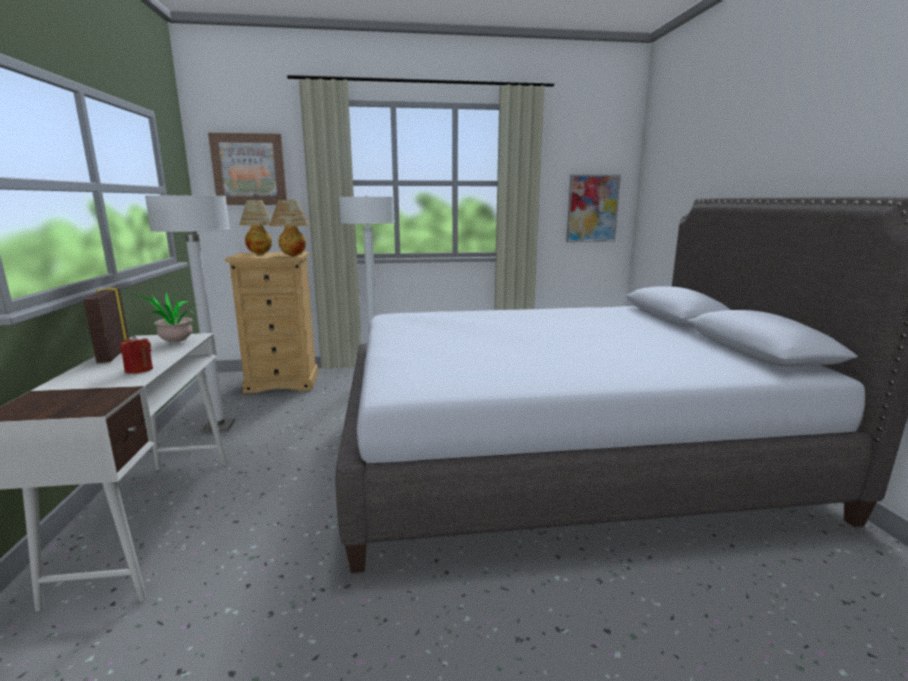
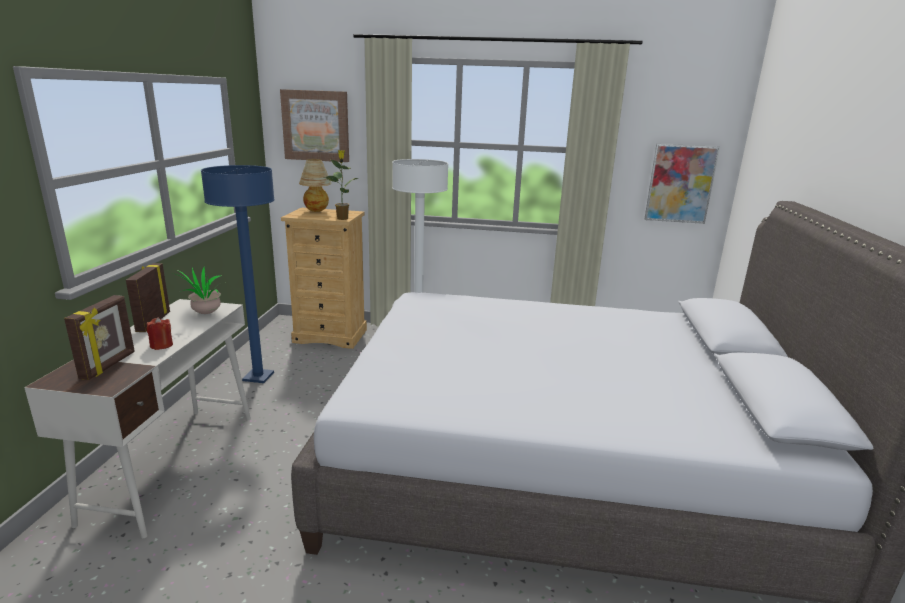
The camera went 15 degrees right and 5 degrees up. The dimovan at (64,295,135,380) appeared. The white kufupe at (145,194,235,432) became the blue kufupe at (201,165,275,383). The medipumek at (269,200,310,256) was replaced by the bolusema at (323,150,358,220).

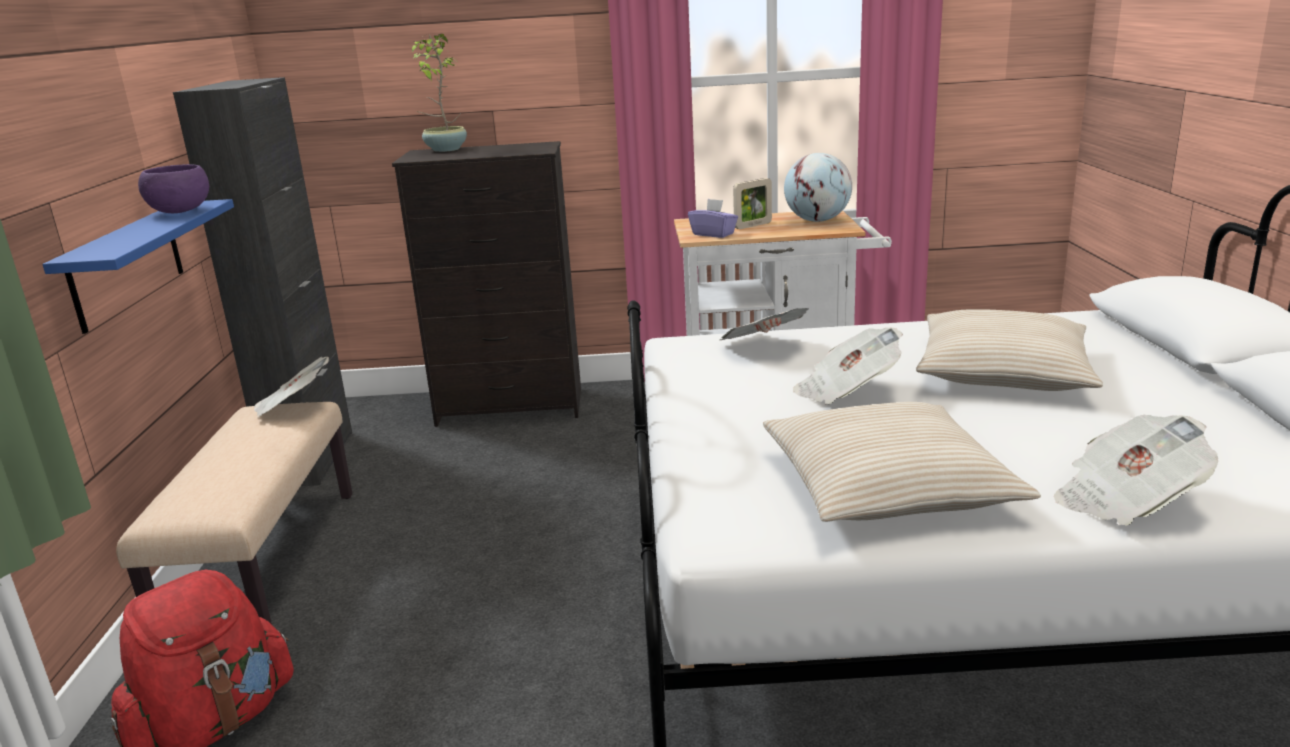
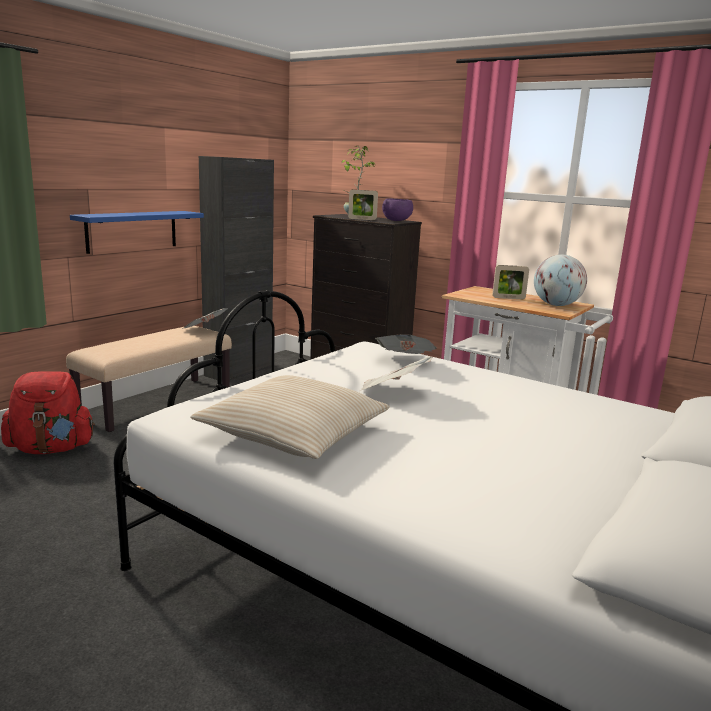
The camera went 35 degrees right and 5 degrees down. The dimovan at (348,190,378,220) appeared. The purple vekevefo moved from (138,164,209,213) to (382,198,413,221). The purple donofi at (688,199,738,238) disappeared. The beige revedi at (916,309,1103,391) disappeared. The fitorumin at (1054,414,1218,526) disappeared.

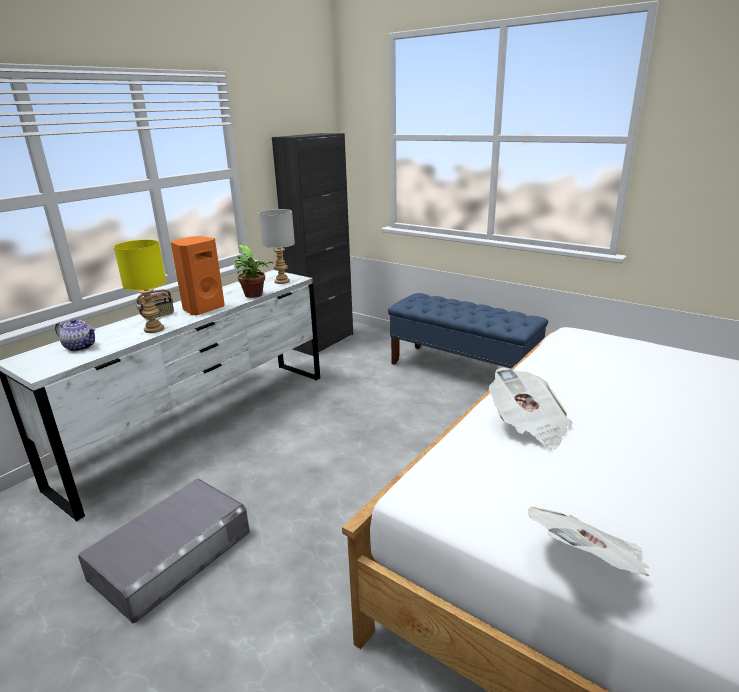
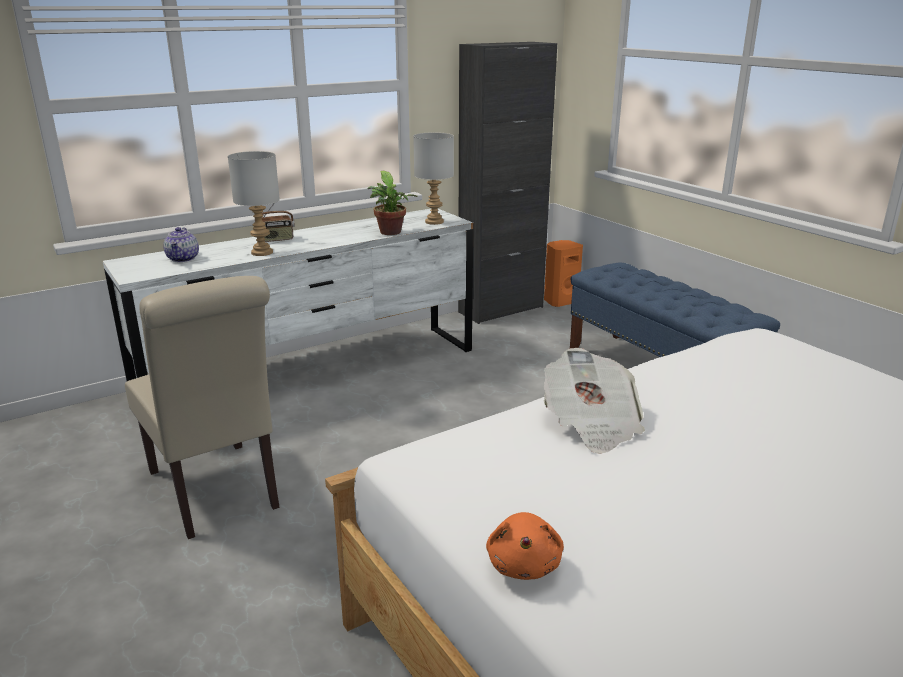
The camera went 20 degrees right and 0 degrees up. The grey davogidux at (78,478,250,623) was replaced by the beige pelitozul at (125,276,280,539). The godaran at (55,319,96,351) turned 45 degrees clockwise. The yellow medipumek at (114,239,166,333) became the grey medipumek at (228,151,280,256). The fitorumin at (528,507,650,577) was replaced by the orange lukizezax at (486,512,564,580). The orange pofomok moved from (171,236,225,315) to (544,240,583,307).

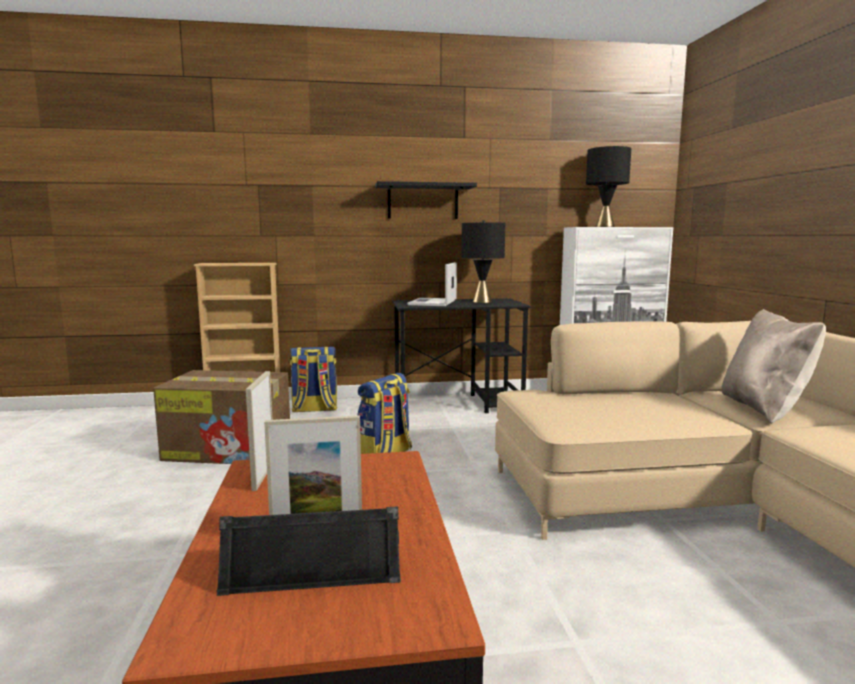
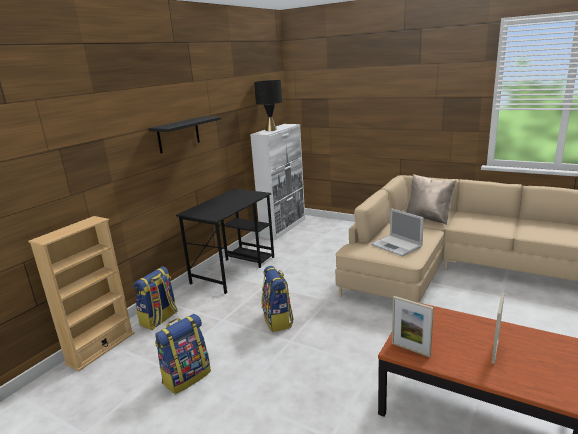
The camera went 50 degrees left and 10 degrees up. The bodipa at (153,370,290,464) was replaced by the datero at (155,314,211,394). The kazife moved from (407,262,457,306) to (371,208,424,257). The black pofomok at (217,506,401,596) disappeared. The black medipumek at (461,220,505,303) disappeared.

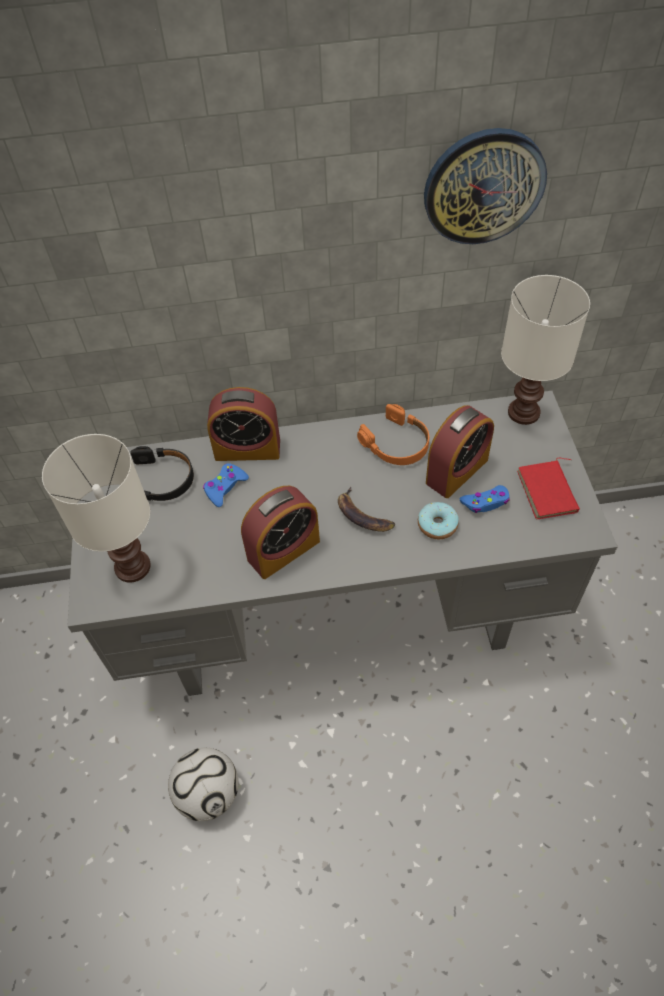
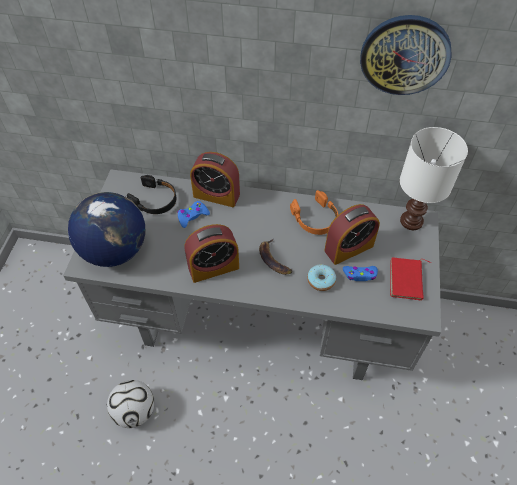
The camera went 15 degrees right and 0 degrees up. The white medipumek at (42,434,151,583) was replaced by the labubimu at (68,192,146,267).

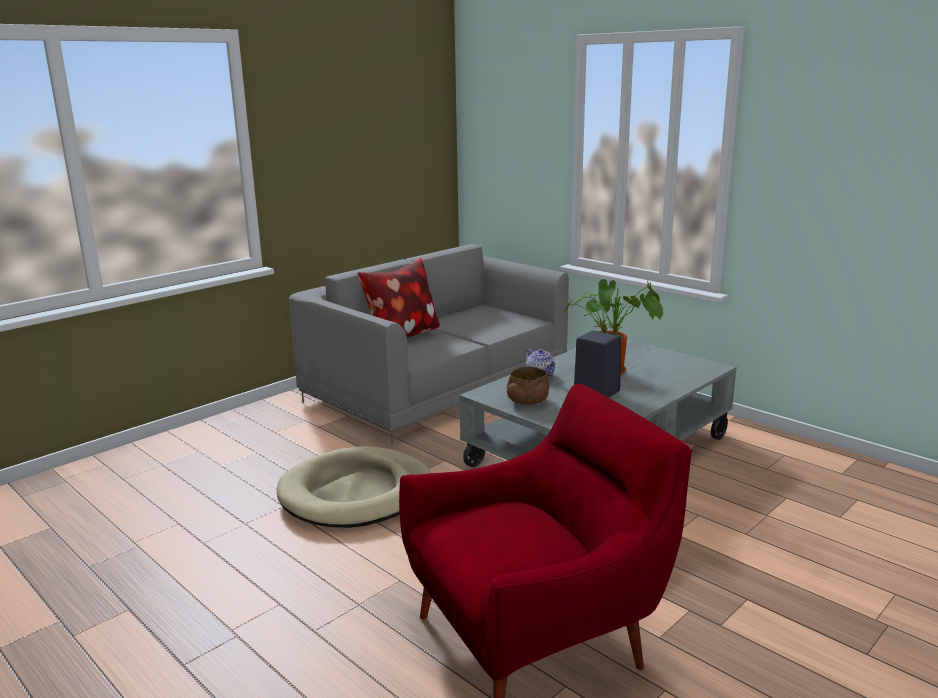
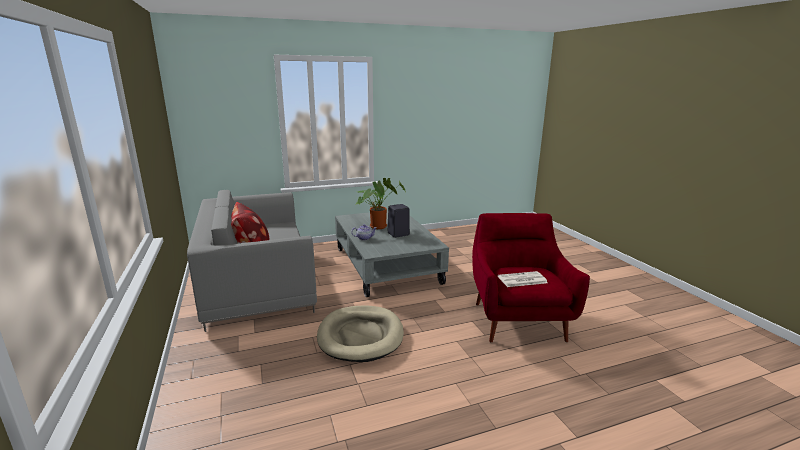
The camera went 65 degrees left and 0 degrees up. The fitorumin at (498,271,547,287) appeared. The brown vekevefo at (507,366,549,405) disappeared.

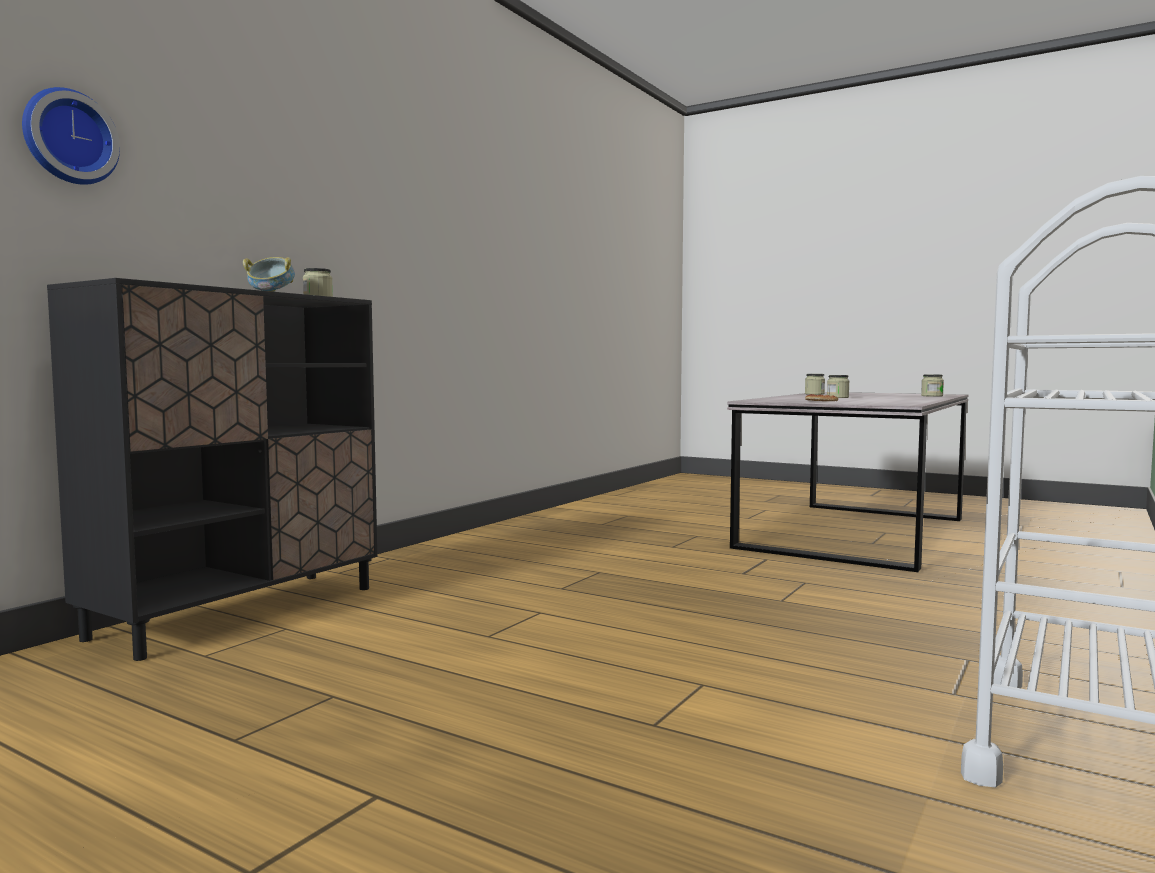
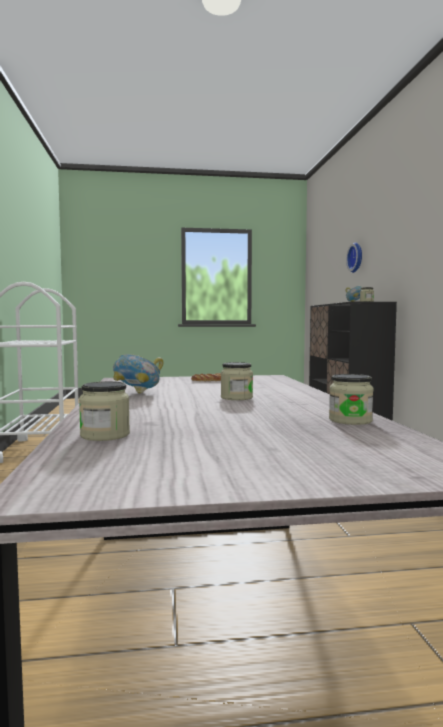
The camera went 140 degrees right and 0 degrees up. The vekevefo at (113,354,164,394) appeared.

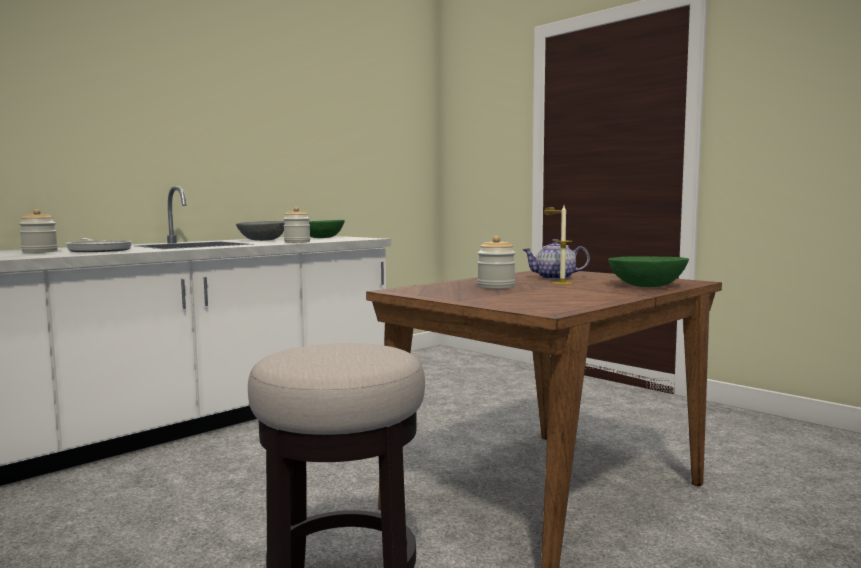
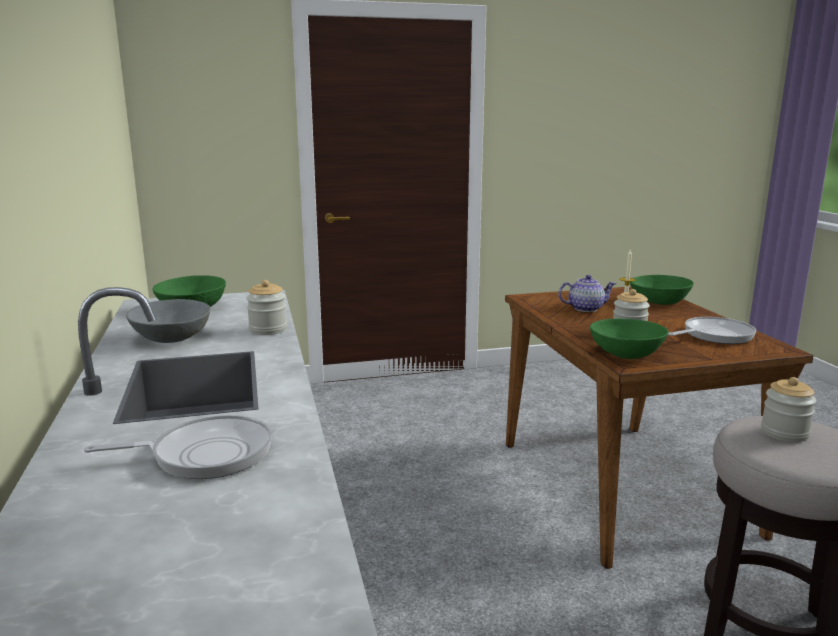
The camera went 60 degrees left and 10 degrees up. The godaran at (522,239,590,280) turned 135 degrees counterclockwise. The green vekevefo at (590,319,669,359) appeared. The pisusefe at (668,317,756,344) appeared. The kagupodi moved from (19,209,58,253) to (761,377,816,442).

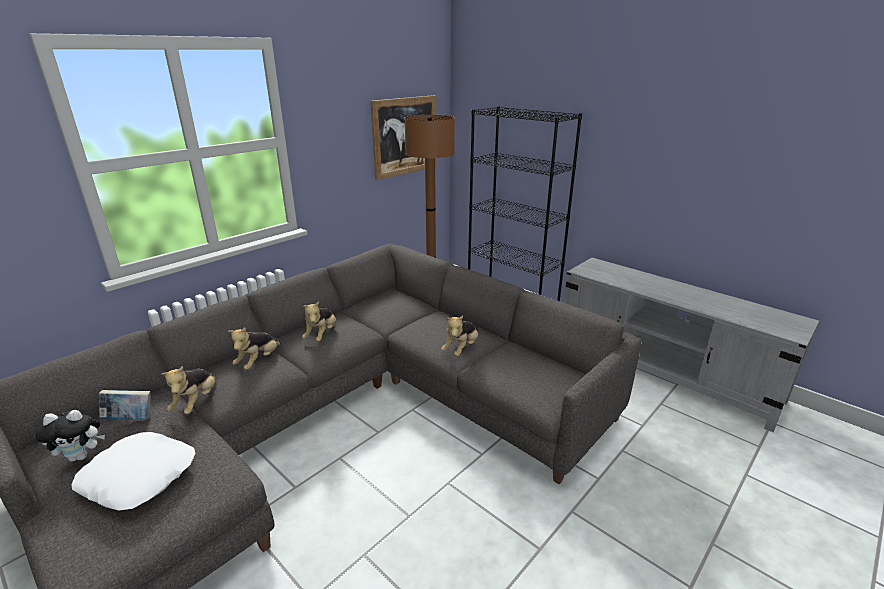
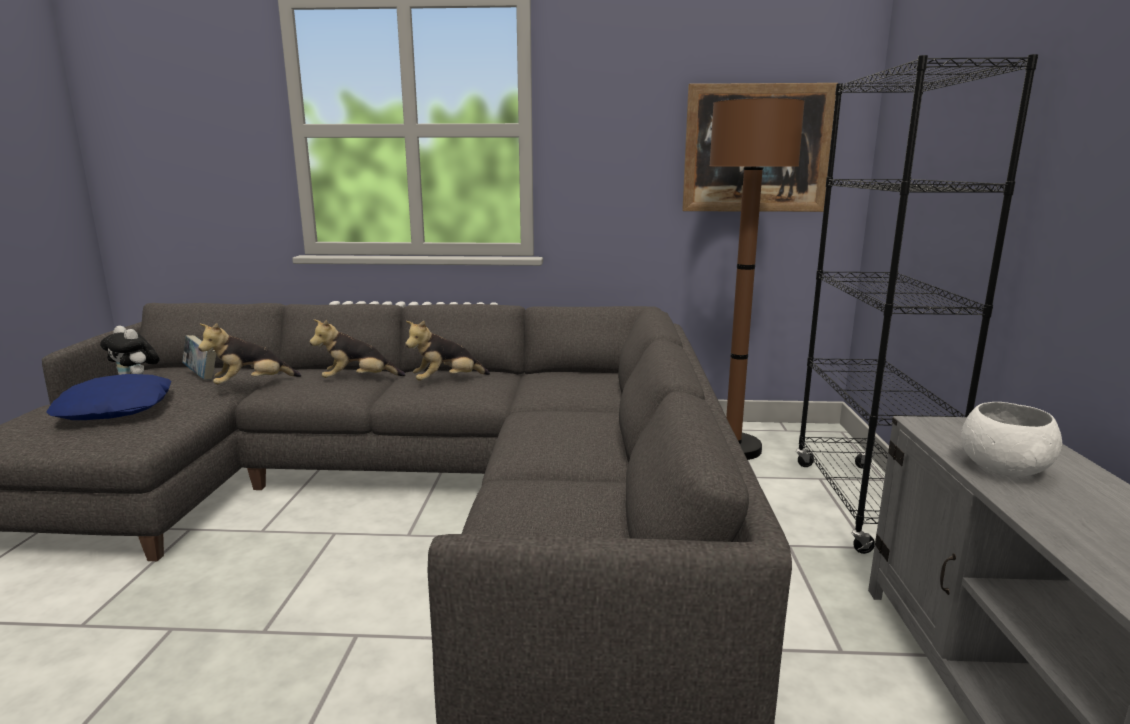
The camera went 50 degrees right and 10 degrees down. The white revedi at (71,432,196,511) became the blue revedi at (46,374,171,420). The white vekevefo at (961,402,1062,477) appeared. The lukizezax at (441,315,478,356) disappeared.

